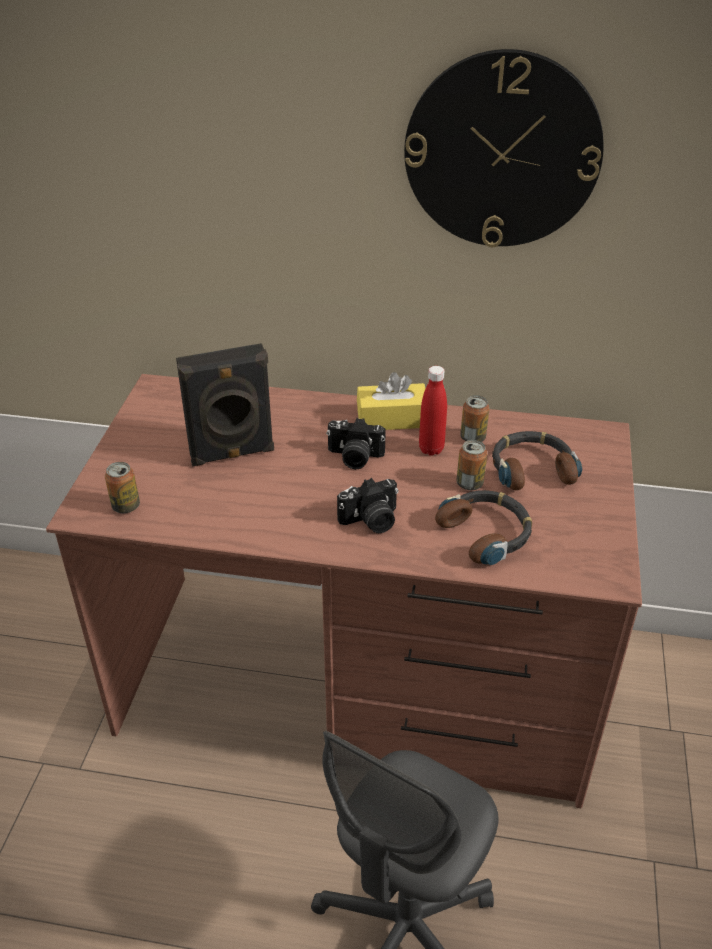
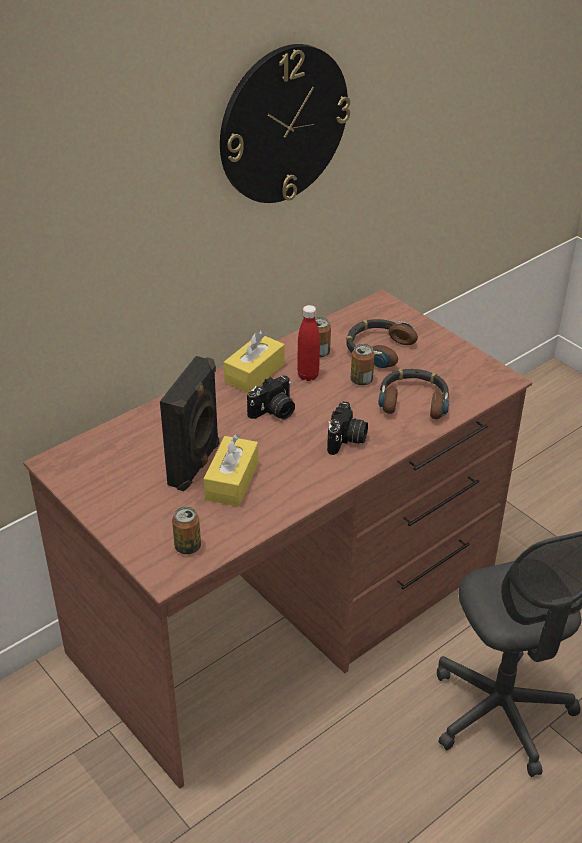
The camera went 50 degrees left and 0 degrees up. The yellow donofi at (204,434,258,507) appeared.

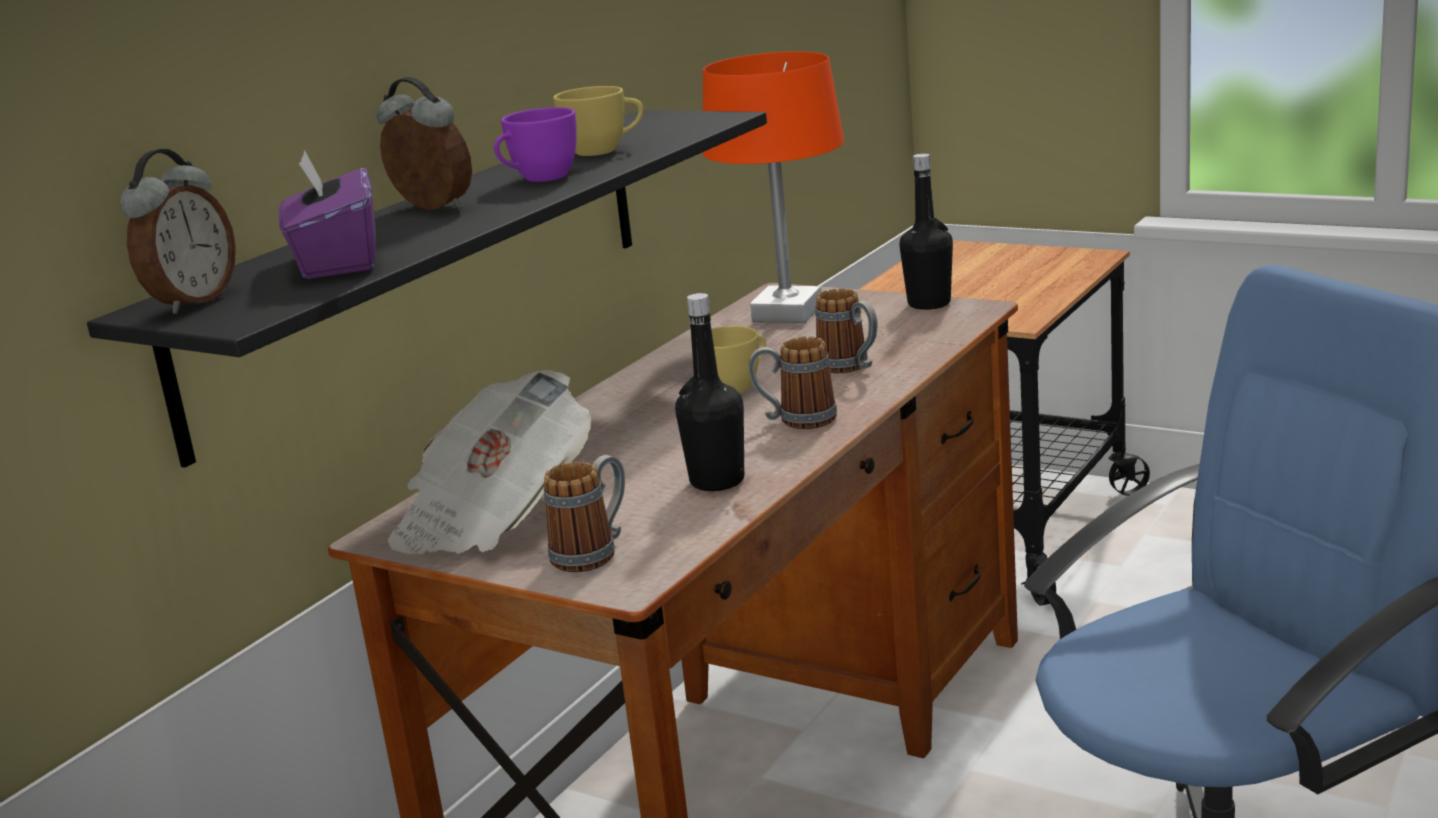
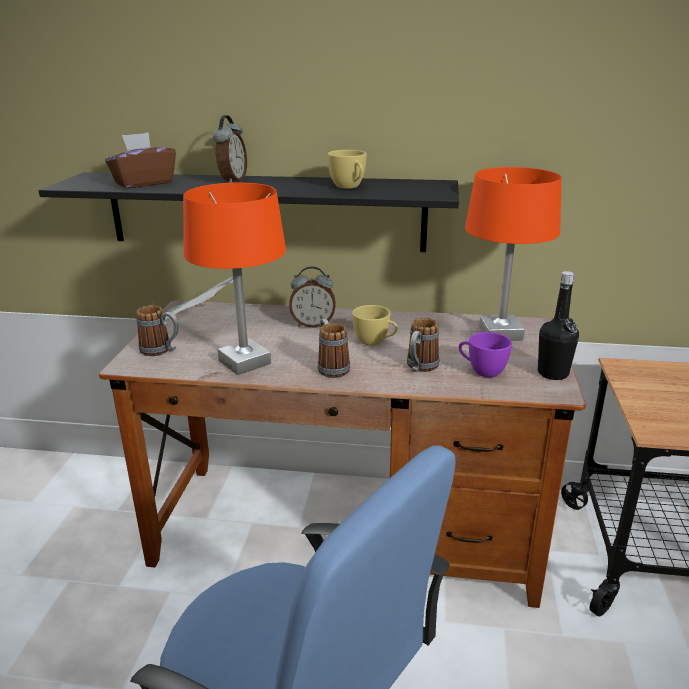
The camera went 65 degrees right and 5 degrees up. The purple donofi at (278,150,376,279) became the brown donofi at (105,132,176,188). The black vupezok at (675,293,744,491) was replaced by the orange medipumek at (183,183,286,375). The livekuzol moved from (120,149,236,314) to (289,266,336,328). The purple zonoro moved from (494,107,577,182) to (459,332,512,378).

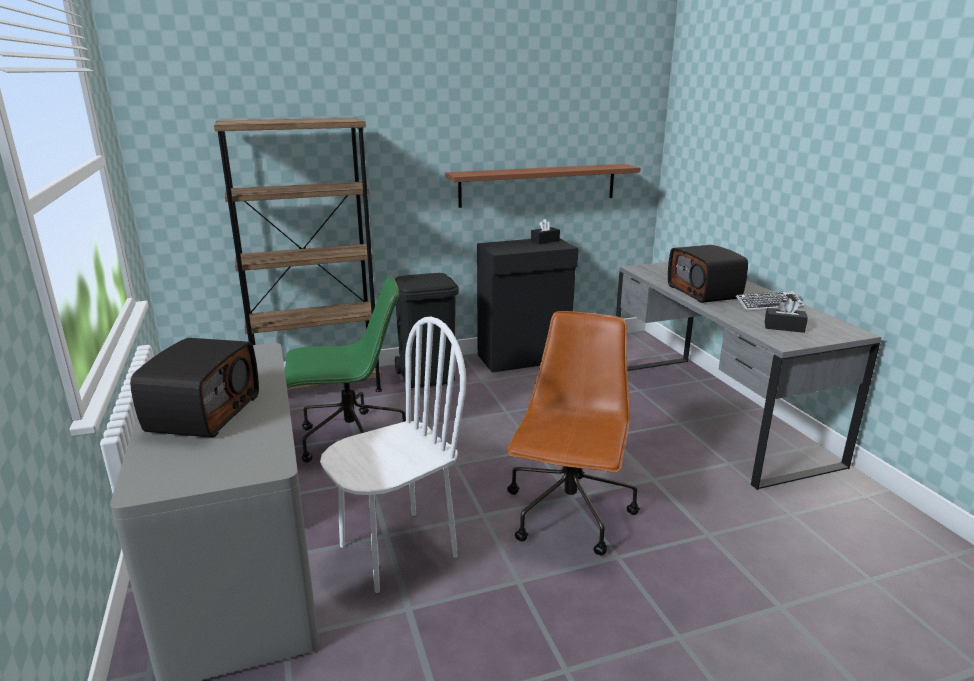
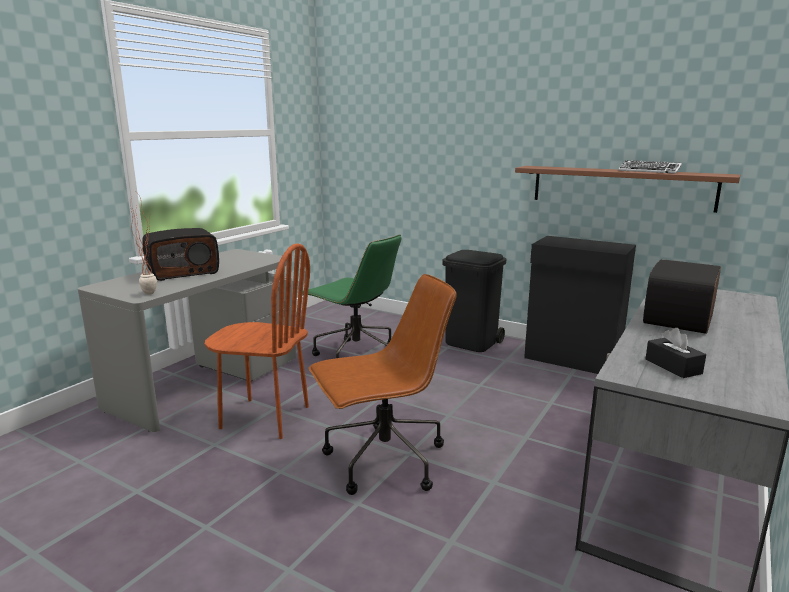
The camera went 50 degrees right and 5 degrees down. The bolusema at (129,194,157,295) appeared. The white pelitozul at (320,317,466,593) became the brown pelitozul at (205,243,310,439). The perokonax moved from (736,291,804,312) to (618,160,682,174). The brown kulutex at (214,118,382,392) disappeared. The black donofi at (531,219,560,244) disappeared.

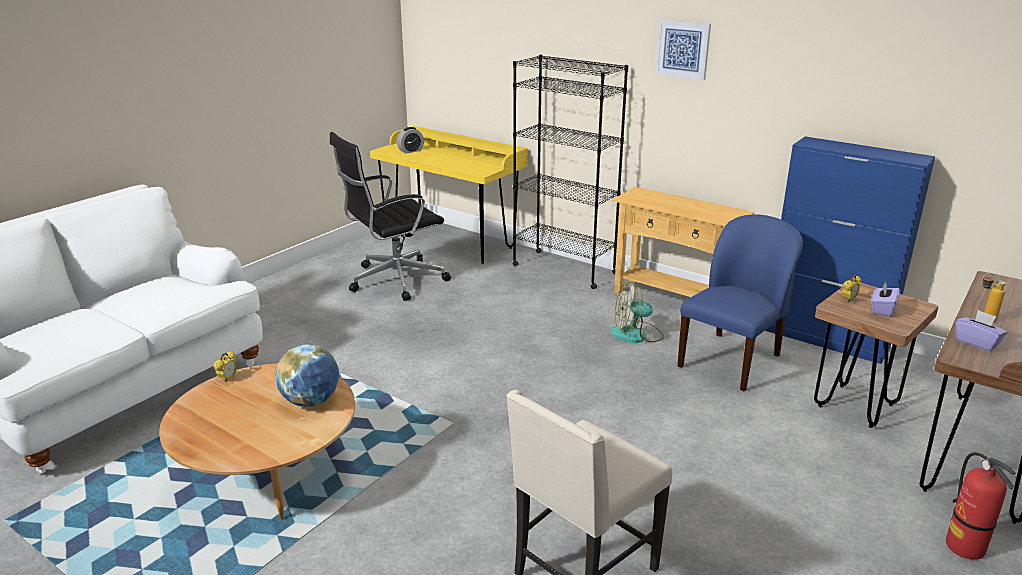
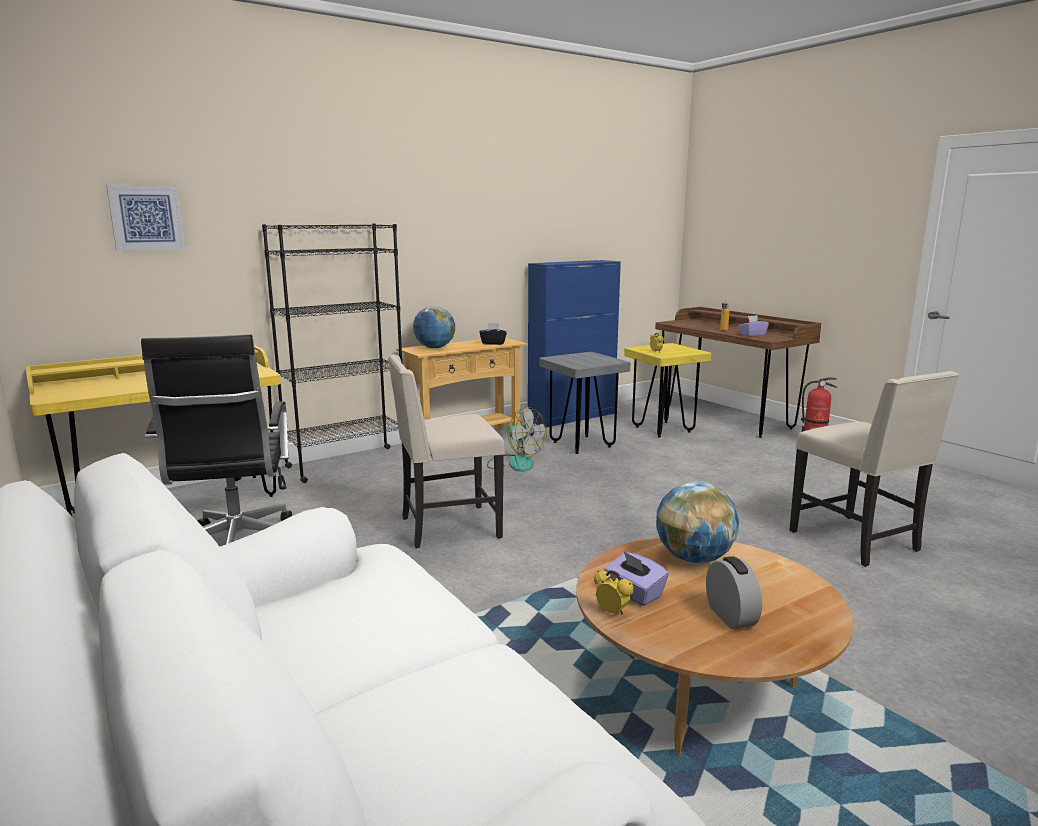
The camera went 70 degrees left and 10 degrees down. The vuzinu moved from (655,19,711,80) to (106,184,185,251). The beige pelitozul at (388,355,505,548) appeared. The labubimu at (413,306,455,348) appeared. The black donofi at (479,323,507,345) appeared. The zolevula at (610,281,664,343) turned 60 degrees counterclockwise. The blue pelitozul at (678,215,803,392) was replaced by the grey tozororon at (539,352,630,454). The purple donofi moved from (871,282,900,317) to (604,551,669,606). The brown tozororon at (814,283,938,428) became the yellow tozororon at (624,343,711,438). The livekuzol moved from (397,127,424,153) to (706,556,762,629).

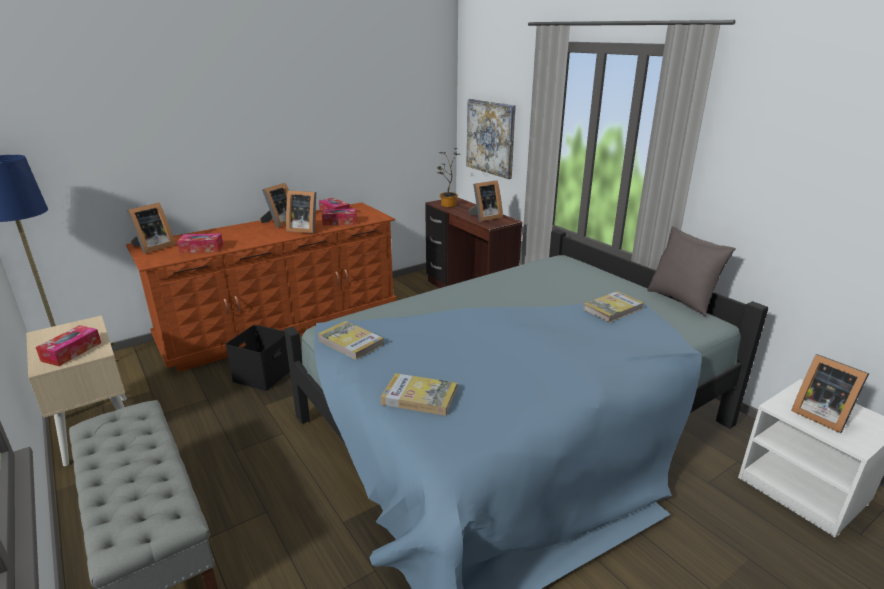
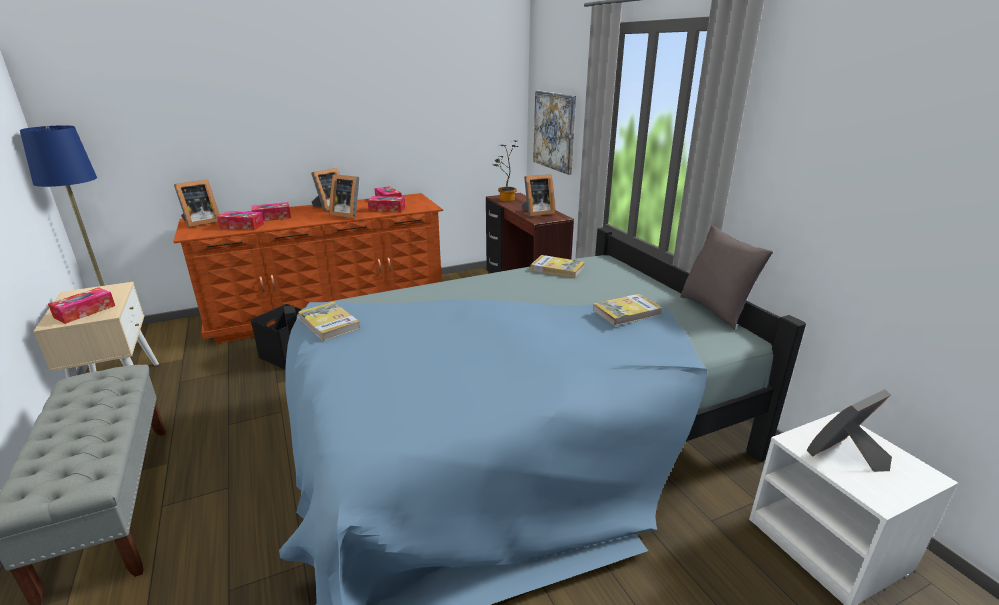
The camera went 10 degrees right and 0 degrees up. The donofi at (252,202,291,221) appeared. The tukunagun moved from (381,373,457,416) to (530,255,585,278). The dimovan at (791,354,869,433) turned 90 degrees clockwise.

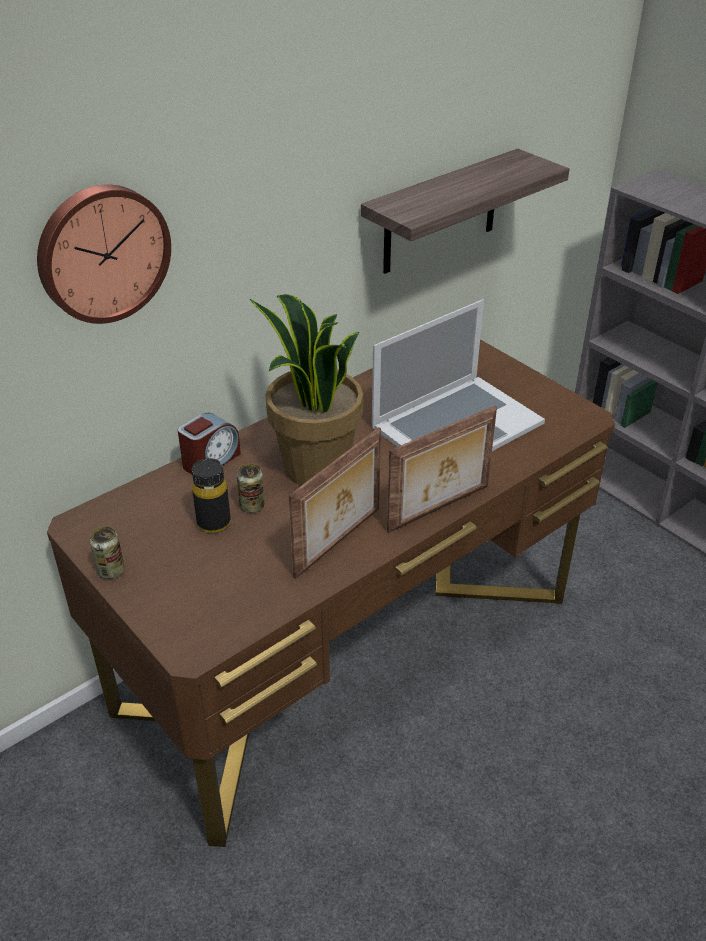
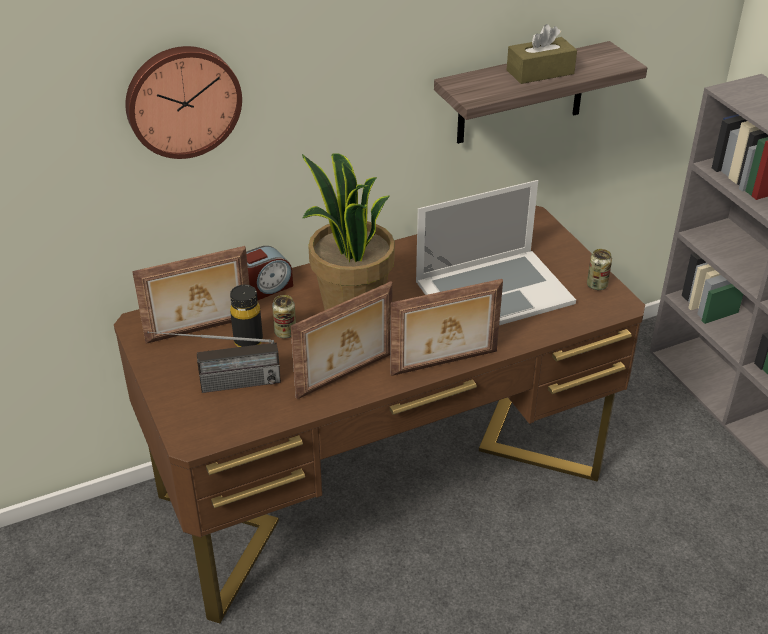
The camera went 15 degrees right and 0 degrees up. The dimovan at (132,246,249,344) appeared. The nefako at (147,331,281,393) appeared. The brown donofi at (507,24,577,84) appeared. The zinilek moved from (90,526,125,579) to (587,249,612,290).

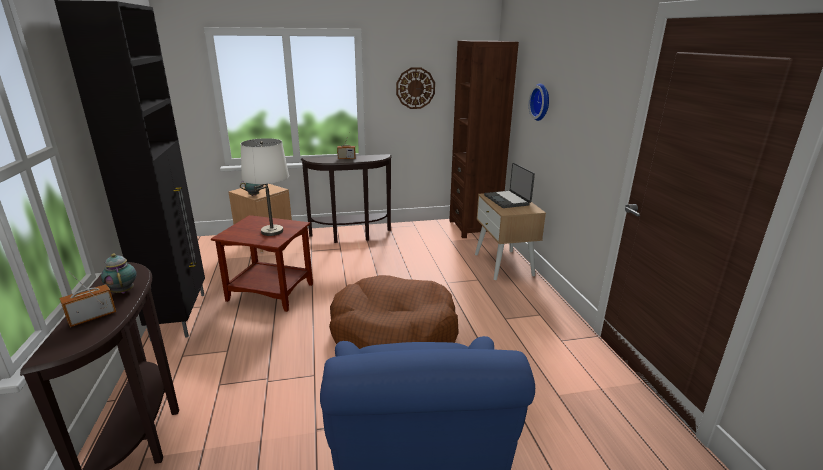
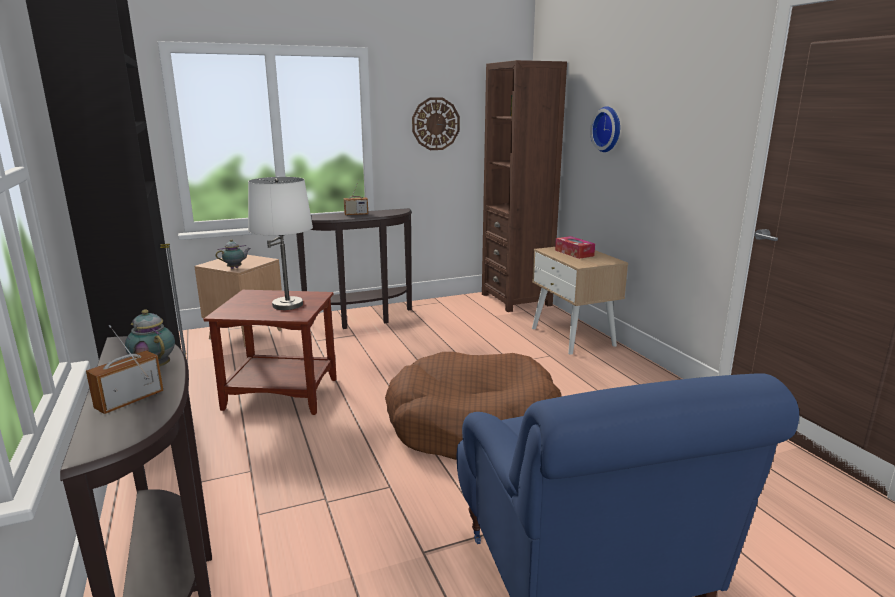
The camera went 10 degrees left and 5 degrees down. The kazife at (484,163,535,208) was replaced by the donofi at (555,236,595,259).

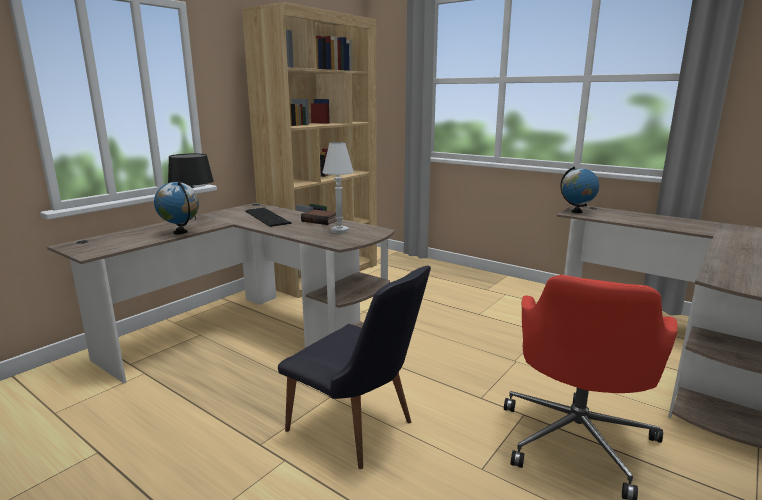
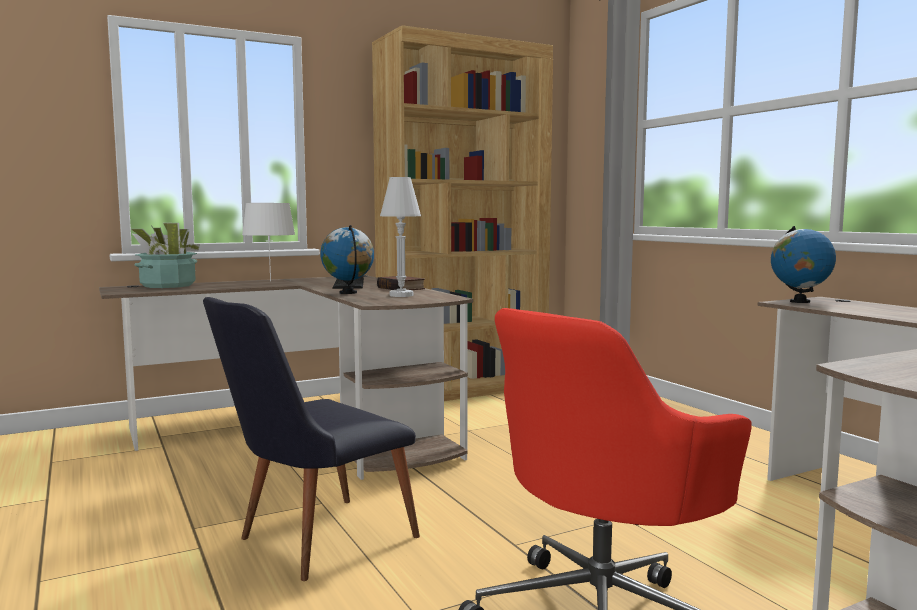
The camera went 25 degrees right and 10 degrees down. The bolusema at (131,223,200,288) appeared. The black pelitozul at (278,266,431,469) turned 75 degrees clockwise. The black medipumek at (168,154,214,220) became the white medipumek at (242,203,295,281). The labubimu moved from (154,181,199,234) to (320,225,374,294).

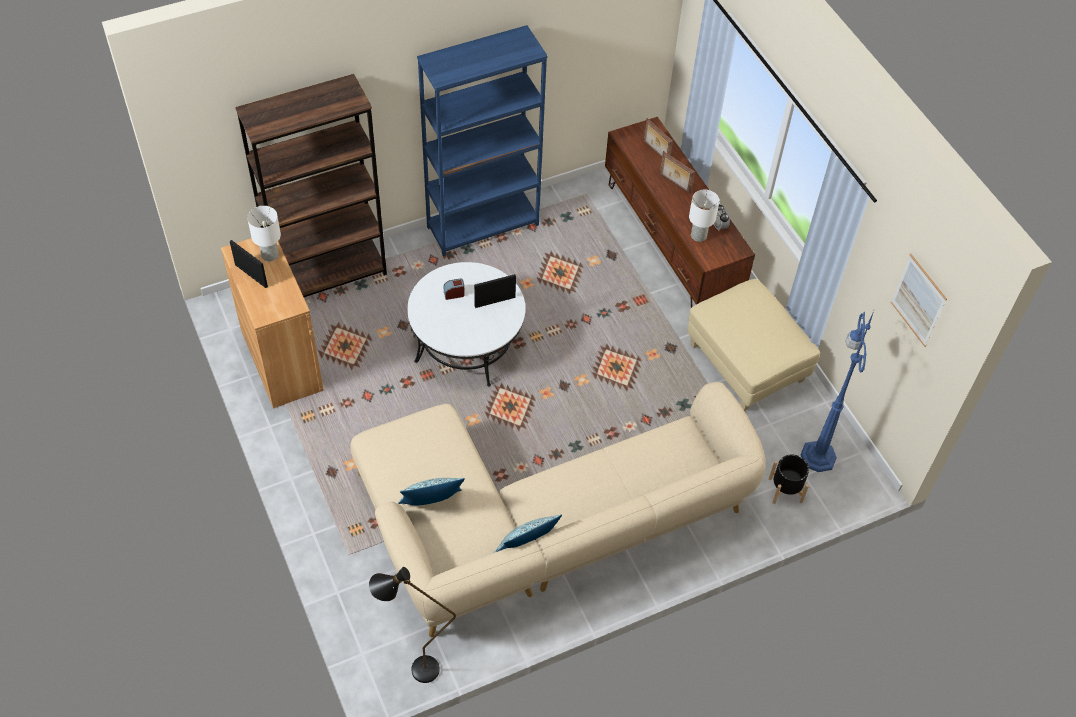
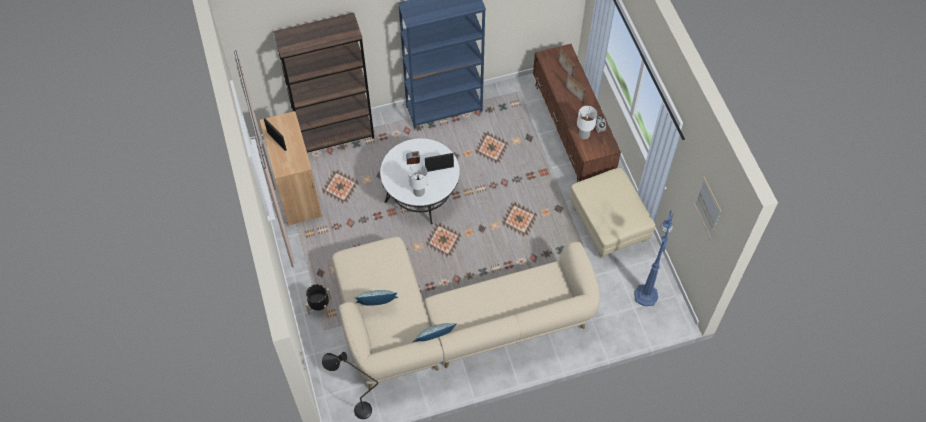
The camera went 10 degrees right and 5 degrees up. The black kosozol moved from (769,454,809,504) to (305,284,331,316). The white medipumek moved from (247,206,281,262) to (408,164,428,197).

